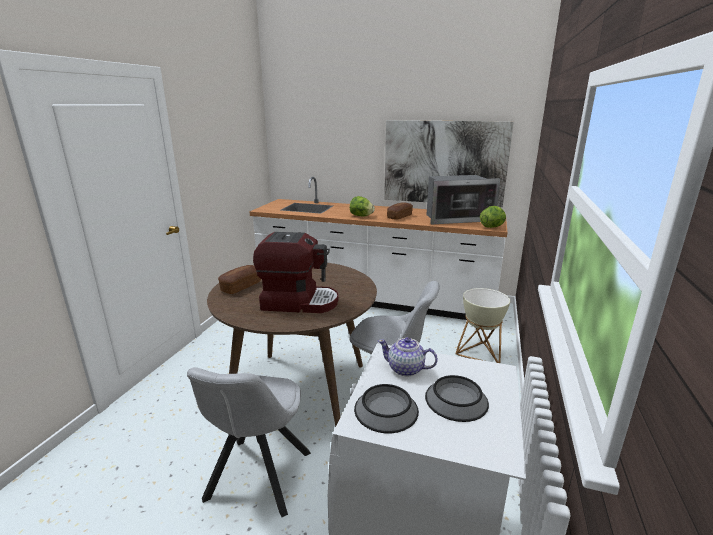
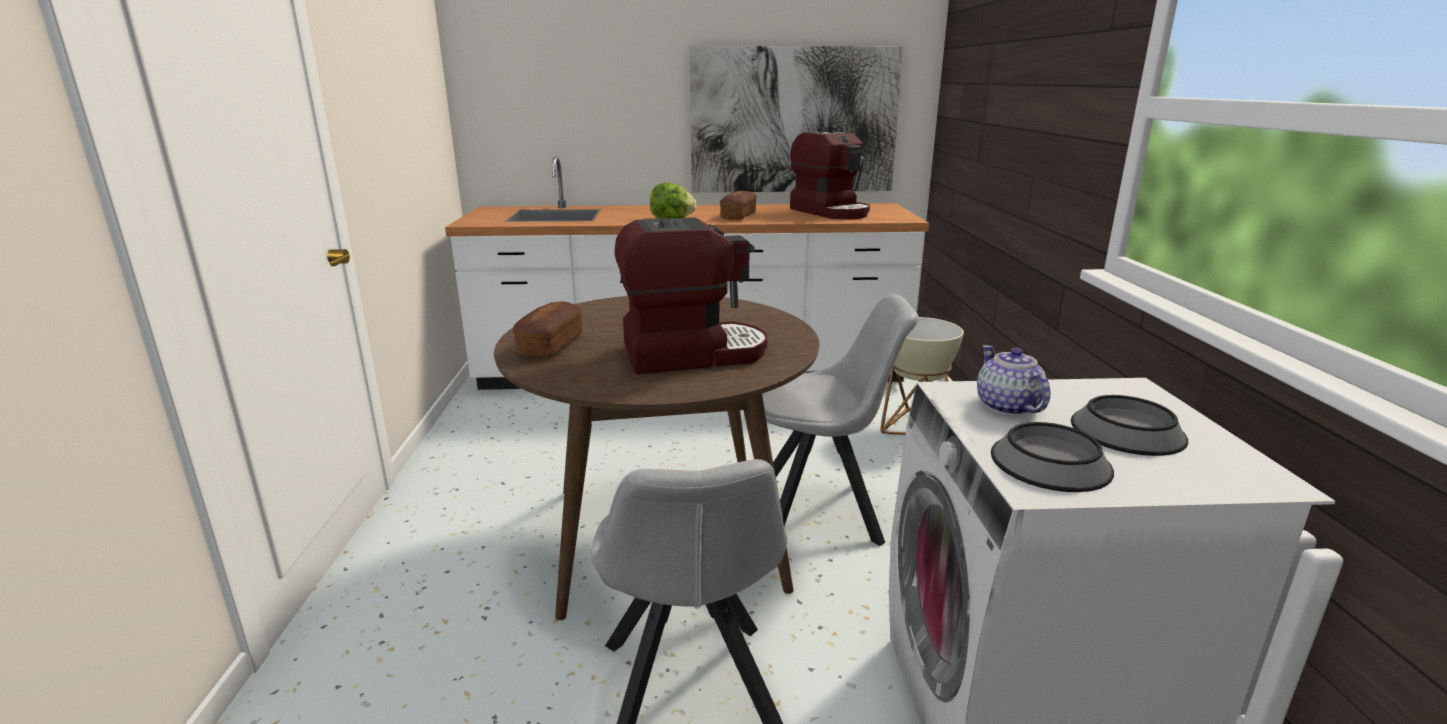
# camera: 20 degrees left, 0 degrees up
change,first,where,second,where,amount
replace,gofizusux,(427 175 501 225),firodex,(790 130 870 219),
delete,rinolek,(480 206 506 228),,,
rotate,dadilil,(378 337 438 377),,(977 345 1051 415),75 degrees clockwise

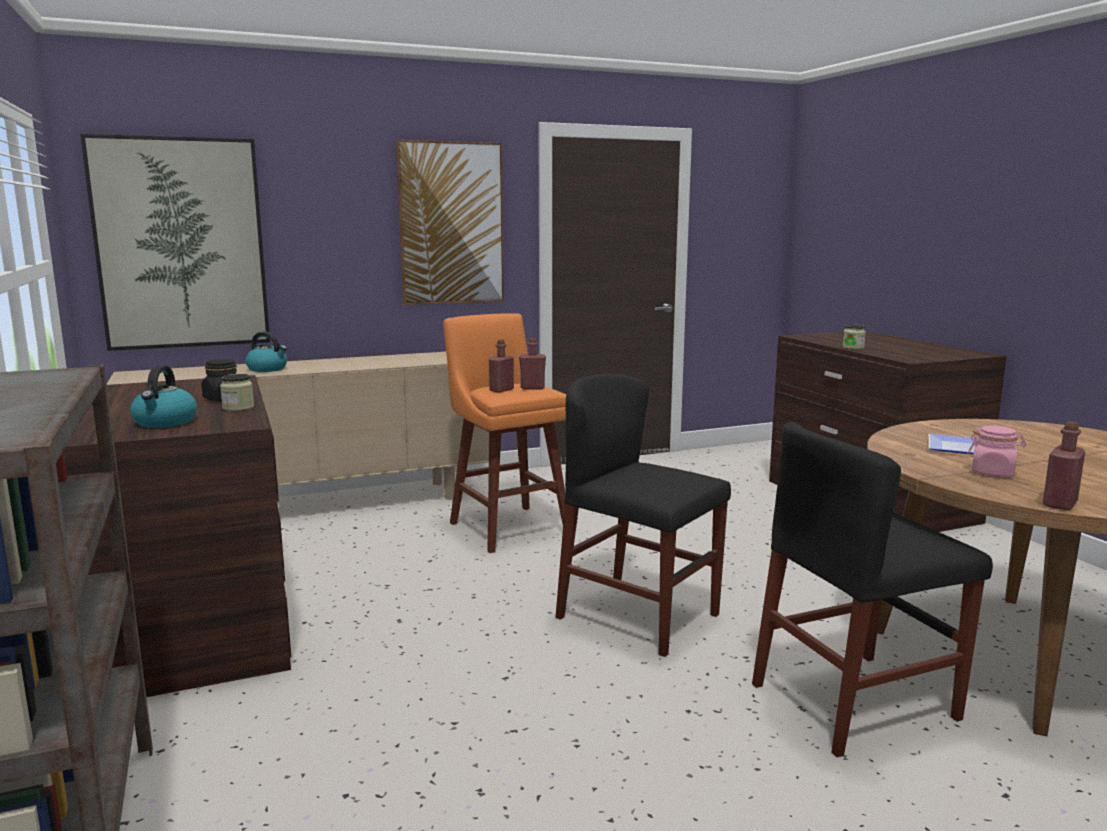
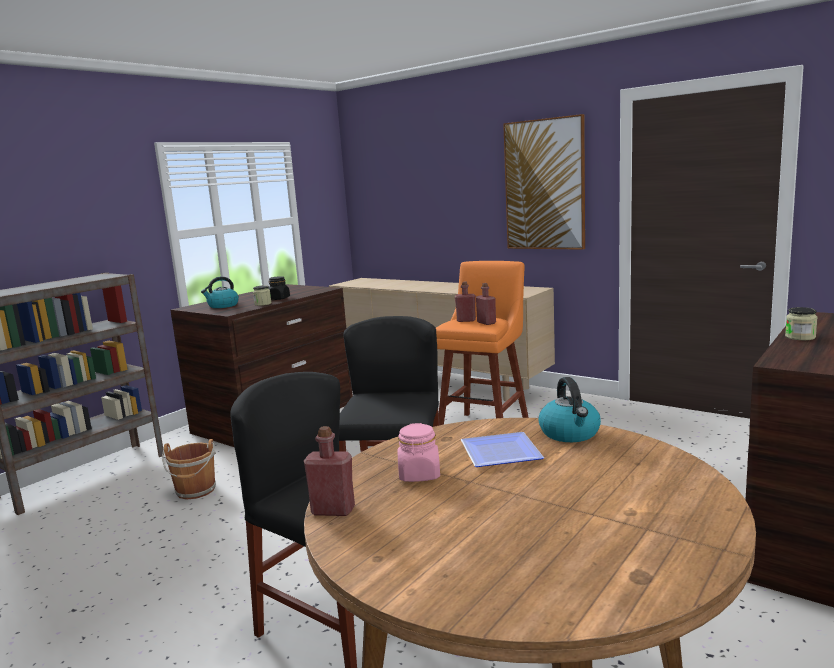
# camera: 60 degrees right, 0 degrees up
change,first,where,second,where,amount
delete,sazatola,(80 134 270 351),,,
move,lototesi,(245 331 287 372),,(538 377 601 442),
insert,,,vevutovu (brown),(162 439 216 500),

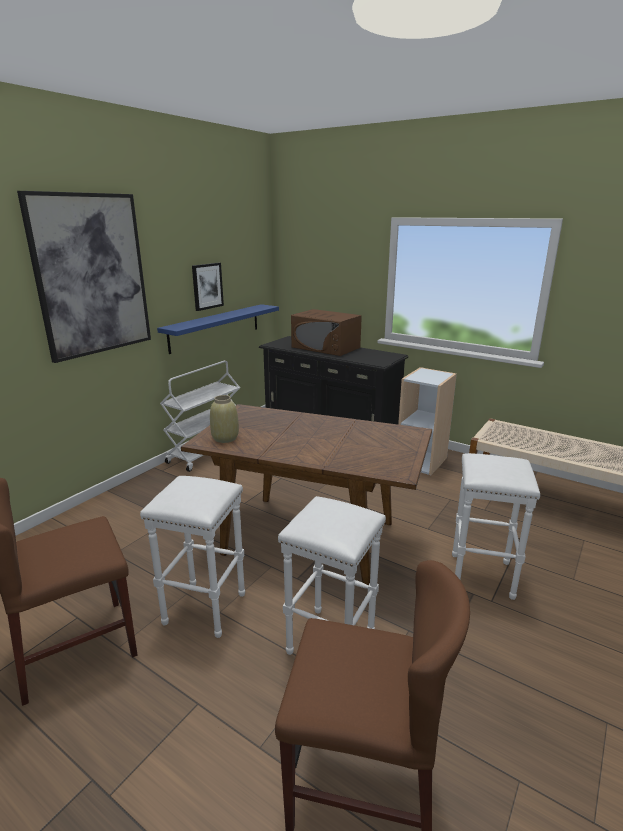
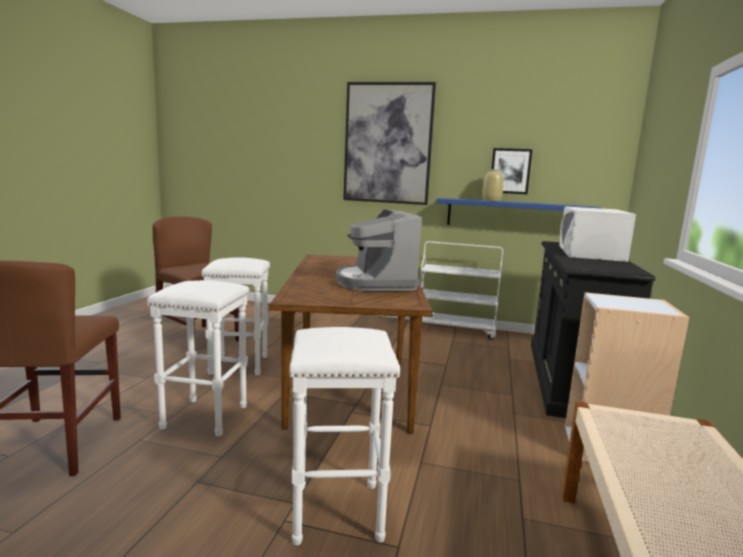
# camera: 70 degrees right, 10 degrees down
change,first,where,second,where,amount
recolor,gofizusux (brown),(291 309 362 356),gofizusux (white),(559 206 636 262),
move,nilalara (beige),(210 395 239 443),,(482 169 503 201),
insert,,,firodex,(336 209 421 291),

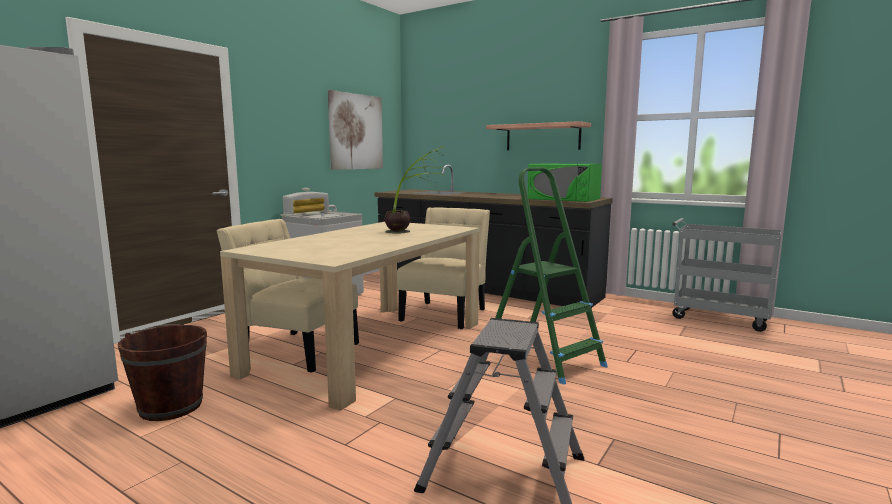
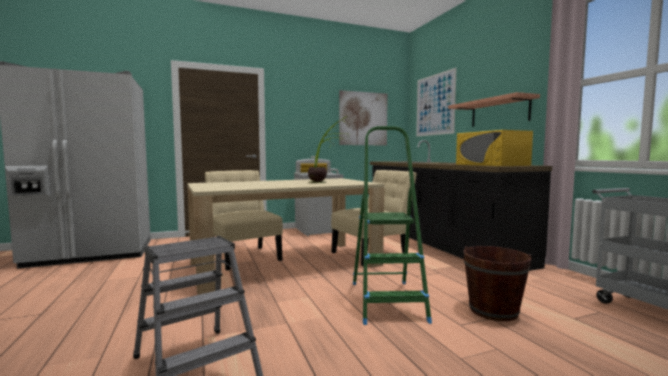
# camera: 35 degrees right, 5 degrees down
change,first,where,second,where,amount
recolor,gofizusux (green),(527 164 602 202),gofizusux (yellow),(456 130 533 166),
move,vevutovu (brown),(118 325 207 421),,(463 246 531 321),
insert,,,sazatola,(416 68 457 137),

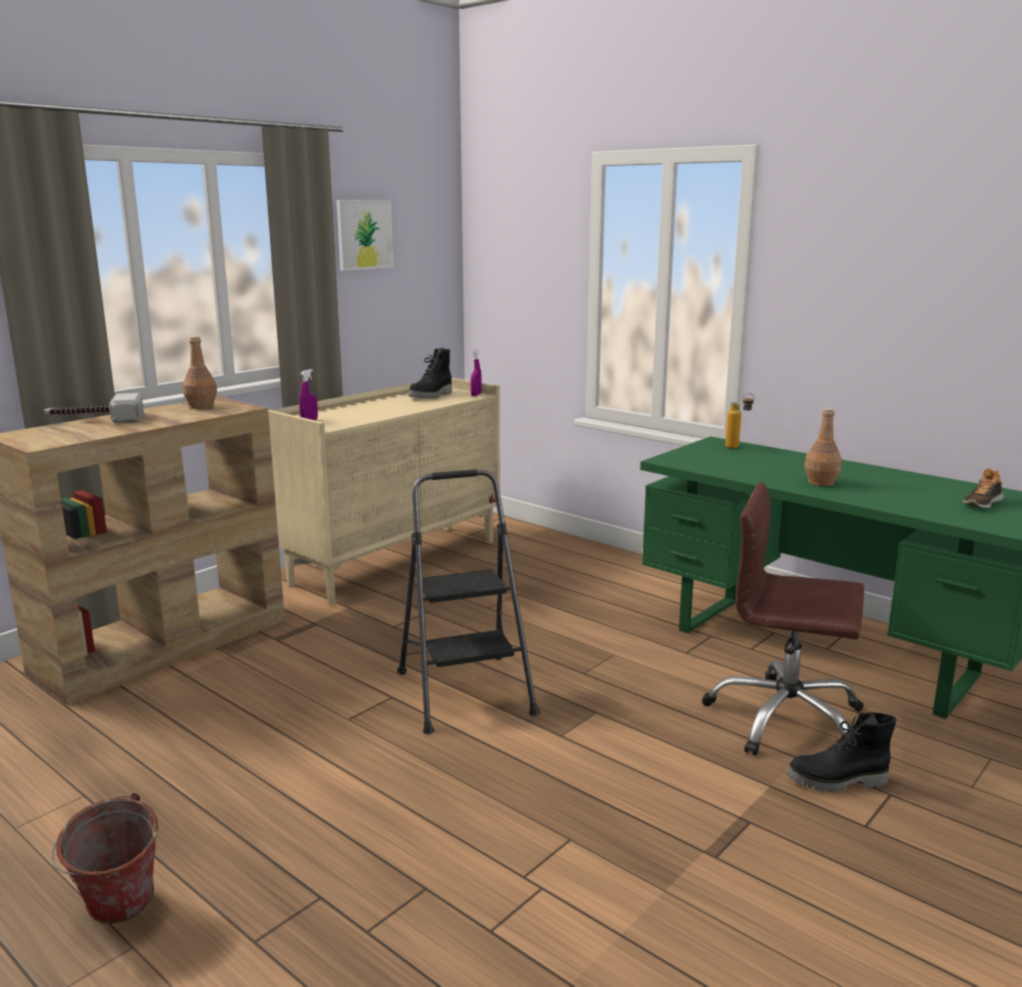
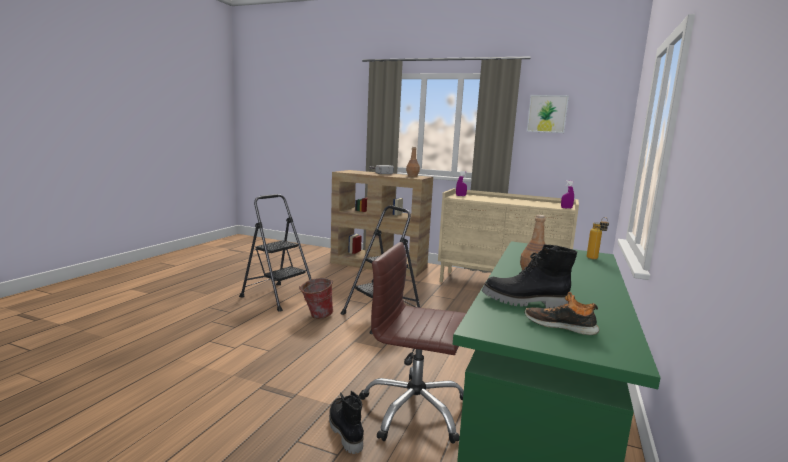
# camera: 70 degrees right, 5 degrees down
change,first,where,second,where,amount
move,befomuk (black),(408 348 452 399),,(482 244 577 308),
rotate,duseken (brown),(702 482 864 756),,(359 242 466 444),75 degrees counterclockwise
move,vevutovu,(52 793 159 924),,(299 278 333 319),
insert,,,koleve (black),(239 194 312 312),

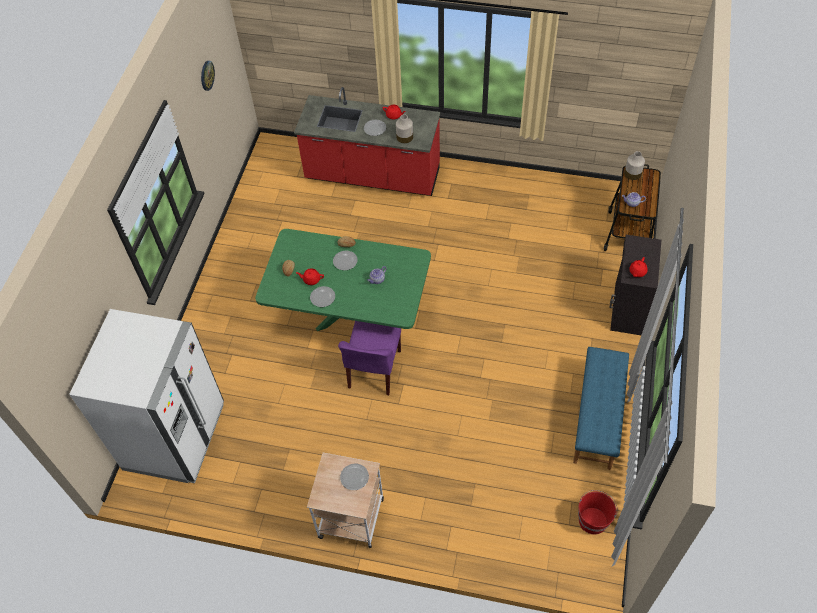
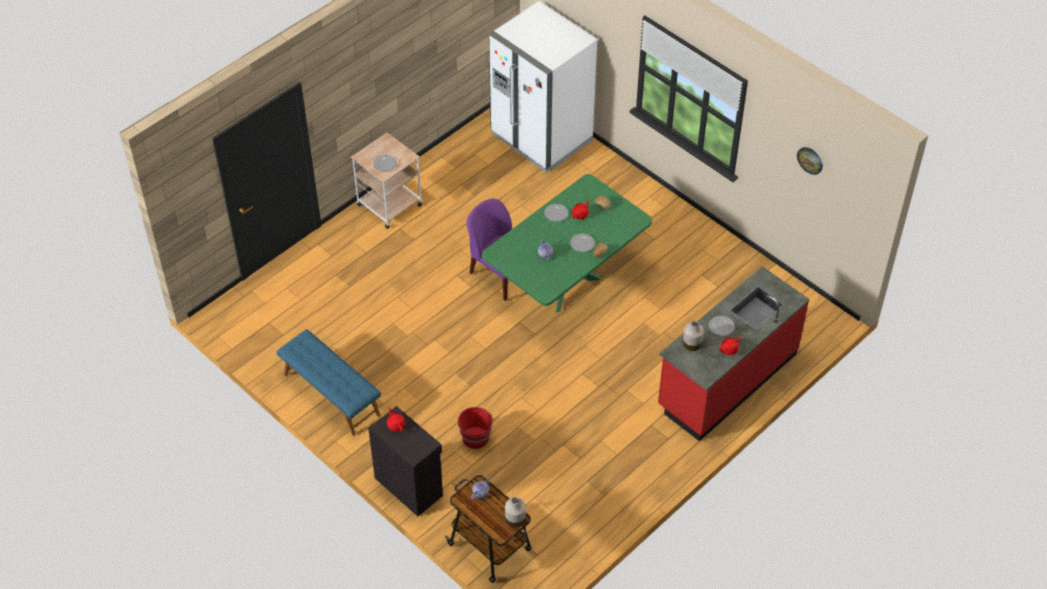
# camera: 120 degrees right, 5 degrees down
change,first,where,second,where,amount
move,vevutovu (red),(578 490 618 534),,(458 407 494 449),

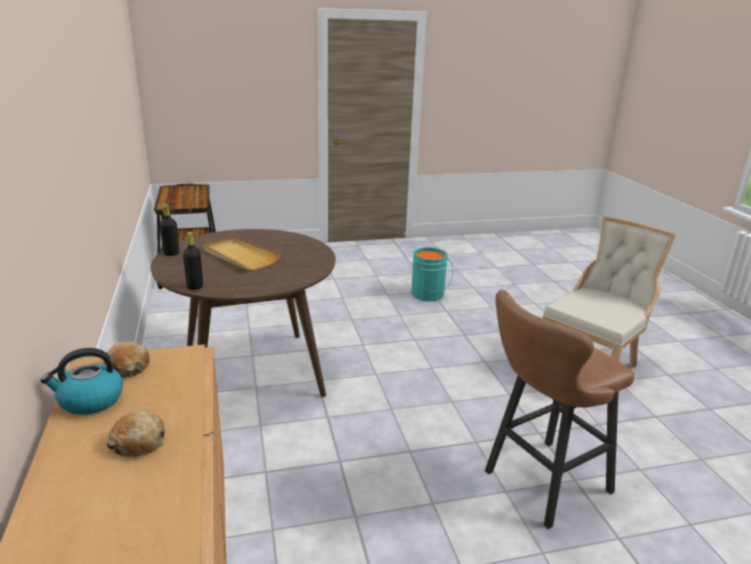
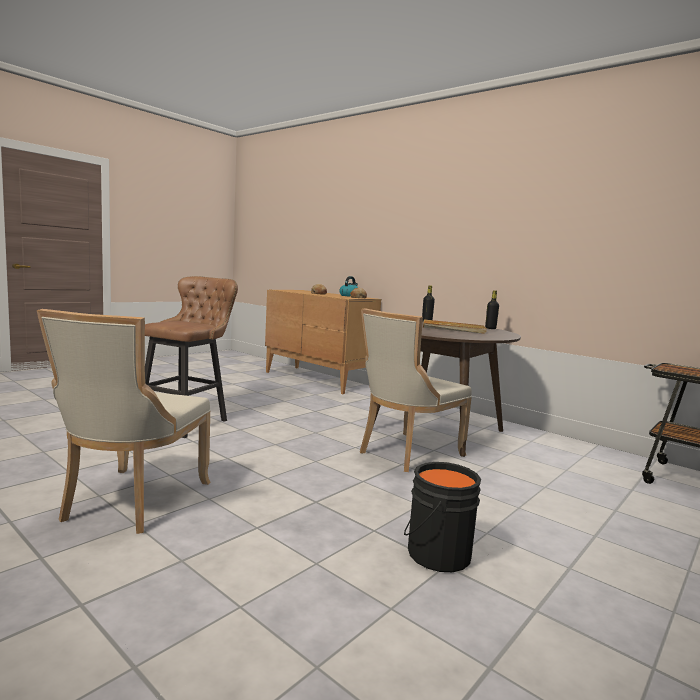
# camera: 145 degrees right, 15 degrees down
change,first,where,second,where,amount
recolor,vevutovu (turquoise),(411 247 453 301),vevutovu (black),(404 462 481 572),
insert,,,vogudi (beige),(360 308 472 472),

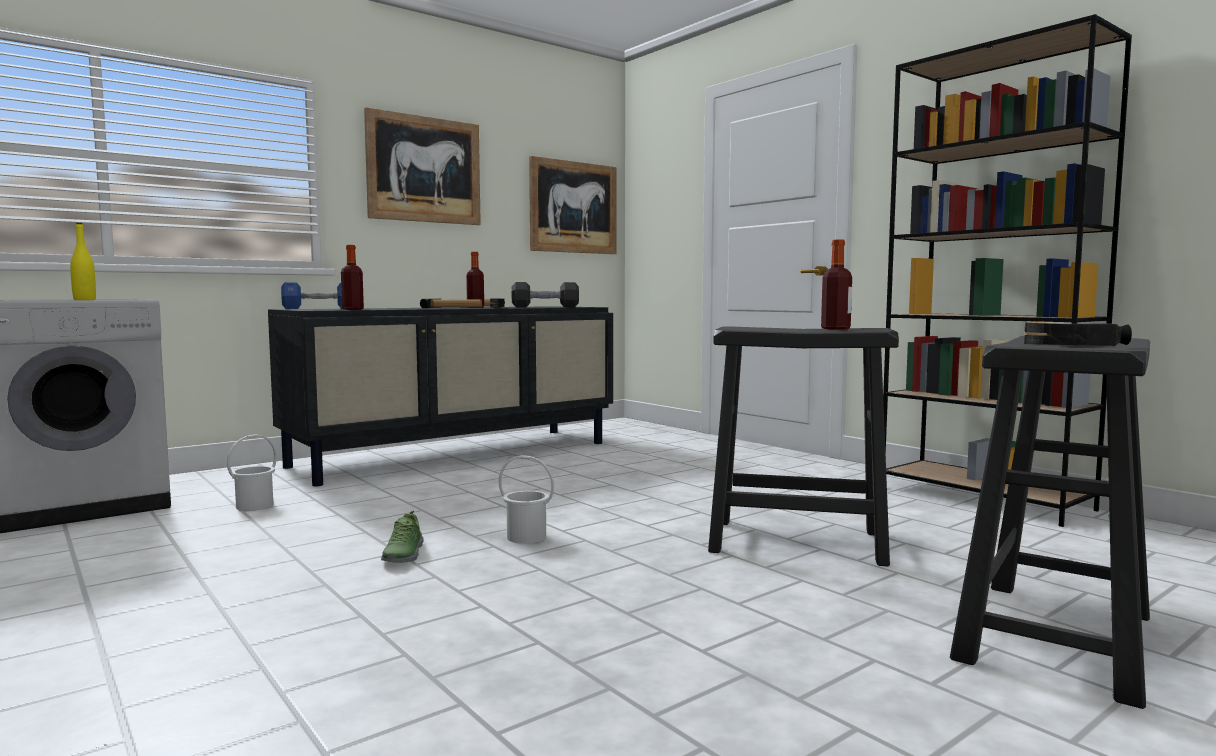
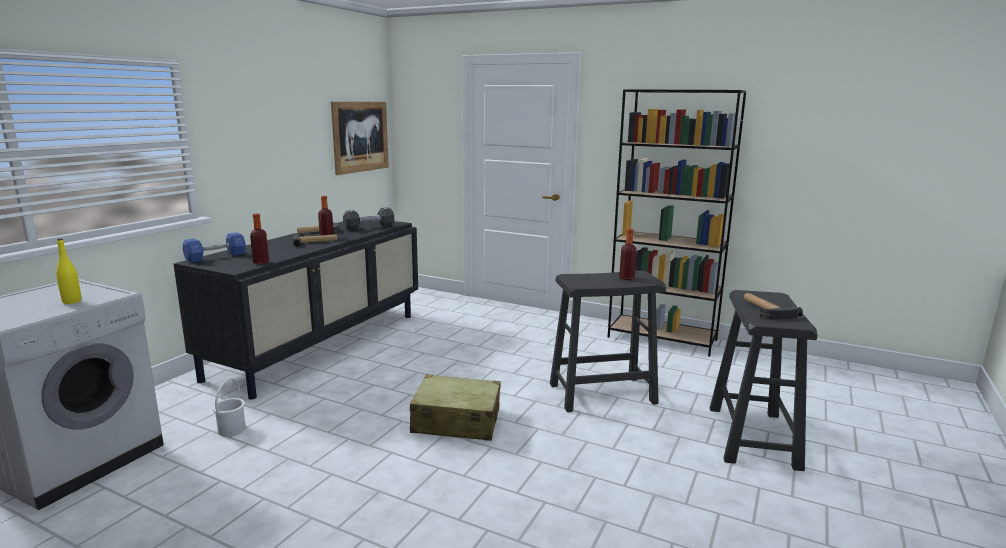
# camera: 25 degrees left, 10 degrees up
change,first,where,second,where,amount
delete,sazatola,(364 108 481 225),,,
replace,vevutovu (white),(499 455 554 544),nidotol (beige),(410 374 501 441),
delete,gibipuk,(381 511 423 563),,,

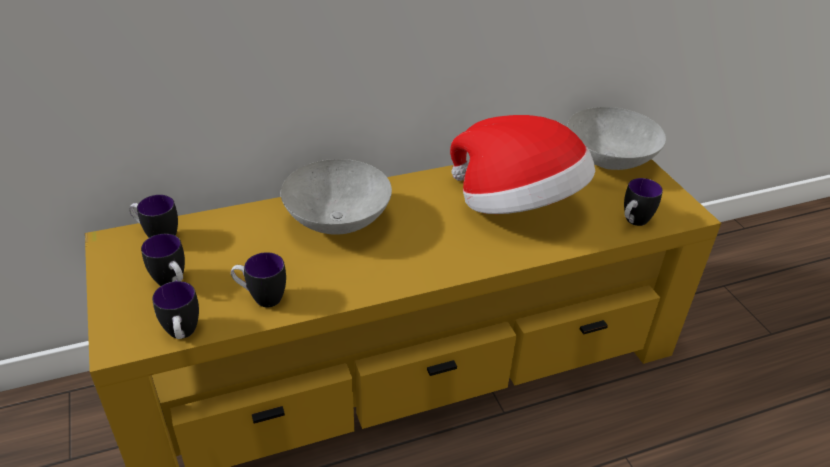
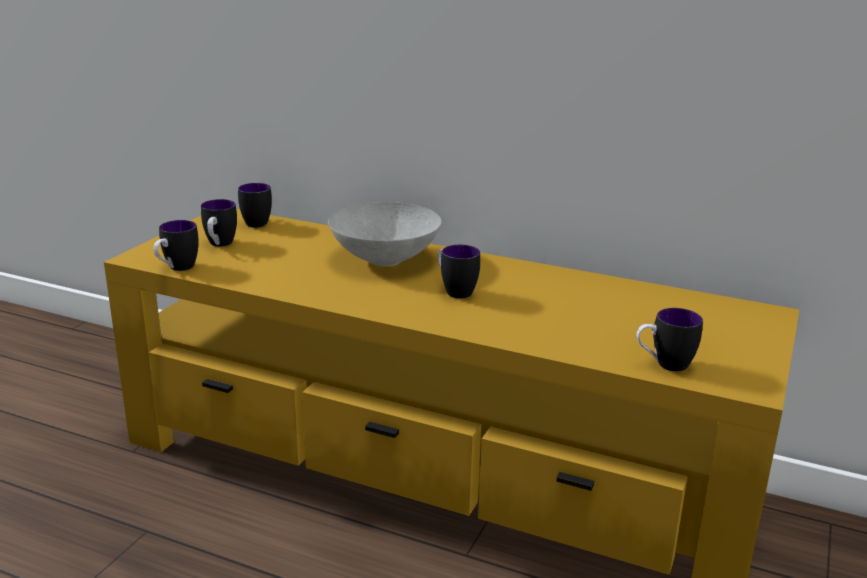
# camera: 45 degrees right, 15 degrees down
change,first,where,second,where,amount
delete,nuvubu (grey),(567 107 666 170),,,
delete,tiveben,(450 115 595 214),,,
move,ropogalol,(231 252 286 307),,(437 245 480 299),

